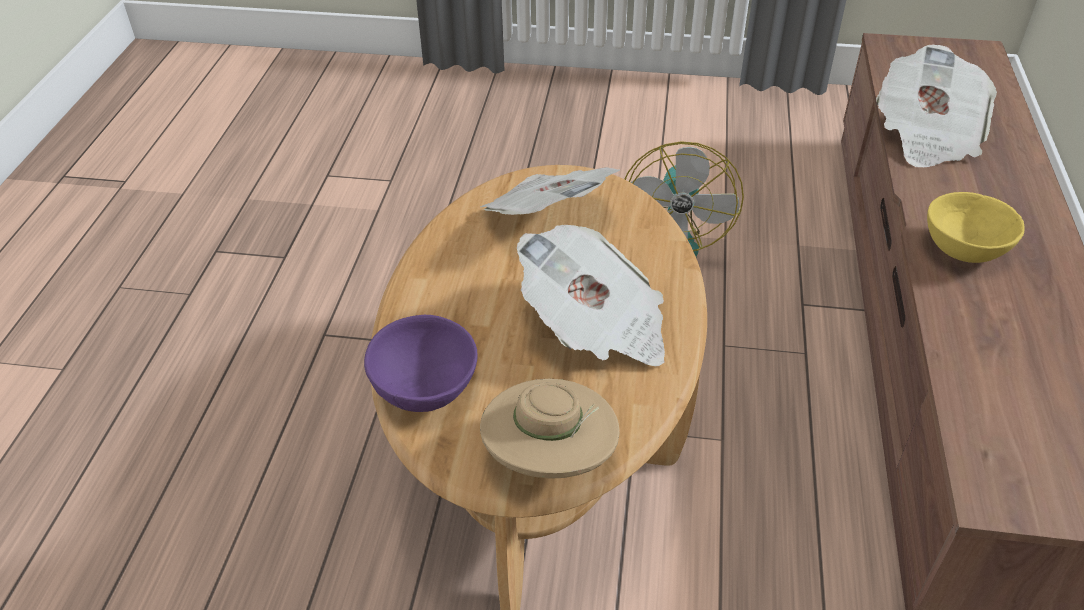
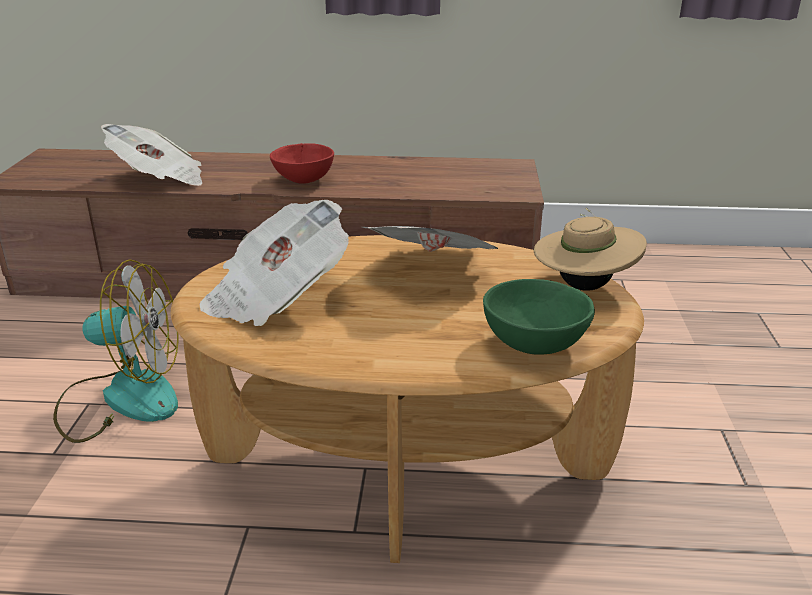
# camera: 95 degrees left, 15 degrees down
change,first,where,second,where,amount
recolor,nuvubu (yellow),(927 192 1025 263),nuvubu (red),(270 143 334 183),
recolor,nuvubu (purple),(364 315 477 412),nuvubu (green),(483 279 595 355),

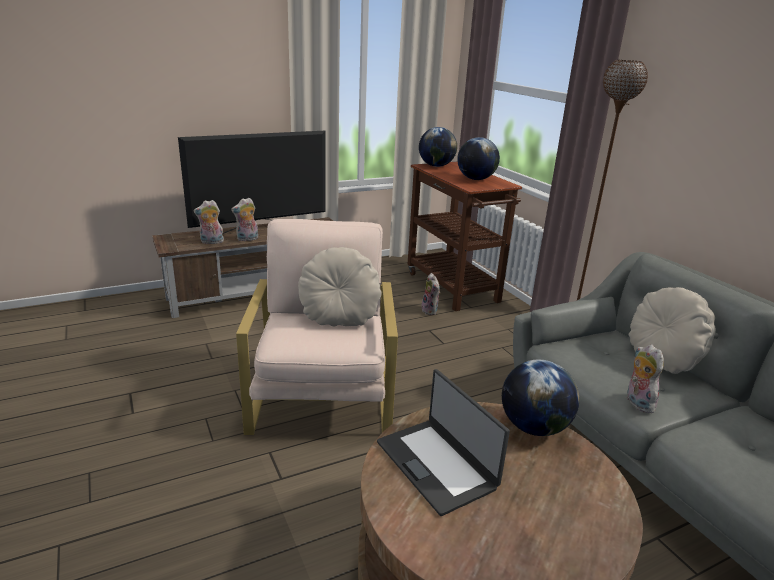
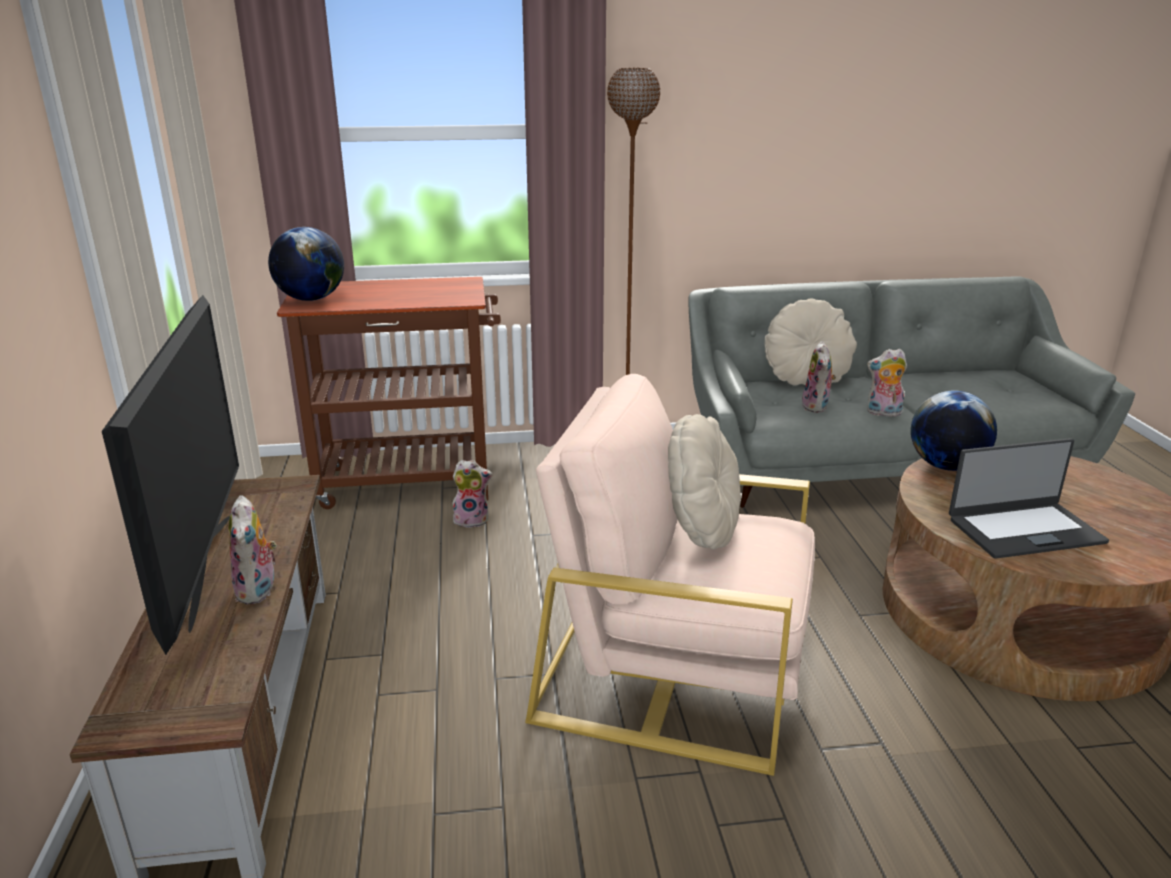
# camera: 70 degrees left, 0 degrees up
change,first,where,second,where,amount
delete,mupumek,(457 137 500 180),,,
move,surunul,(193 200 224 244),,(801 341 836 413),

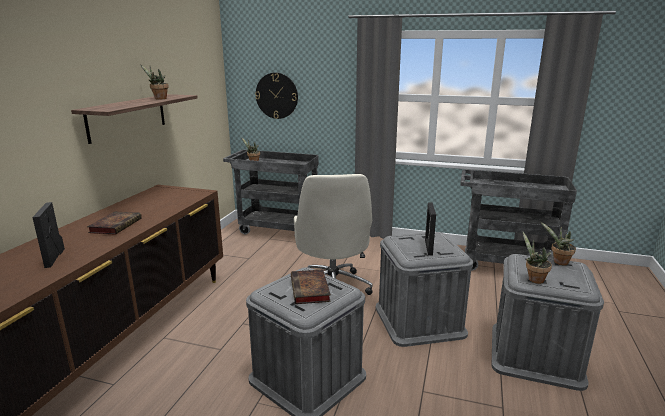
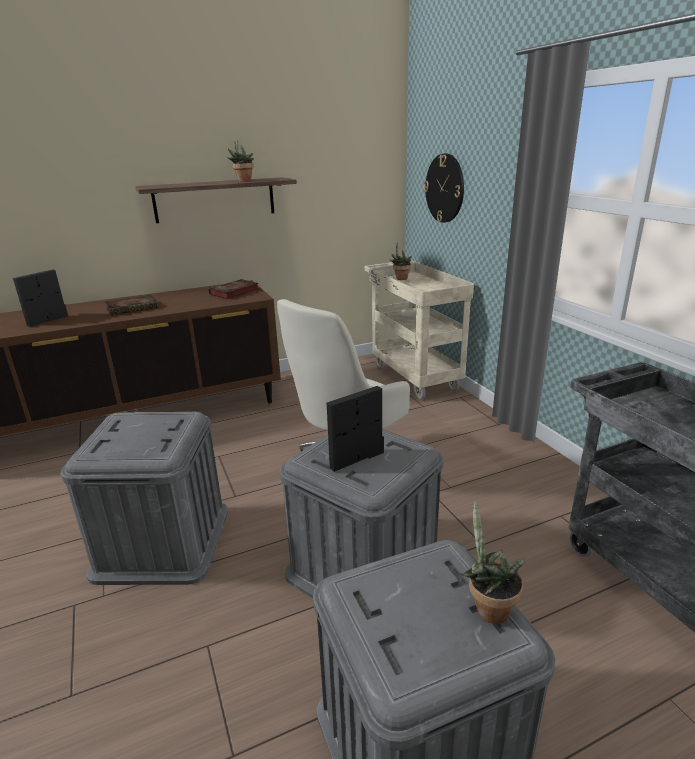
# camera: 50 degrees right, 5 degrees up
change,first,where,second,where,amount
recolor,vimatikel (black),(223 150 319 234),vimatikel (beige),(365 260 474 400),
delete,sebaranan,(523 232 552 284),,,
move,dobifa,(291 269 331 304),,(209 279 259 299),

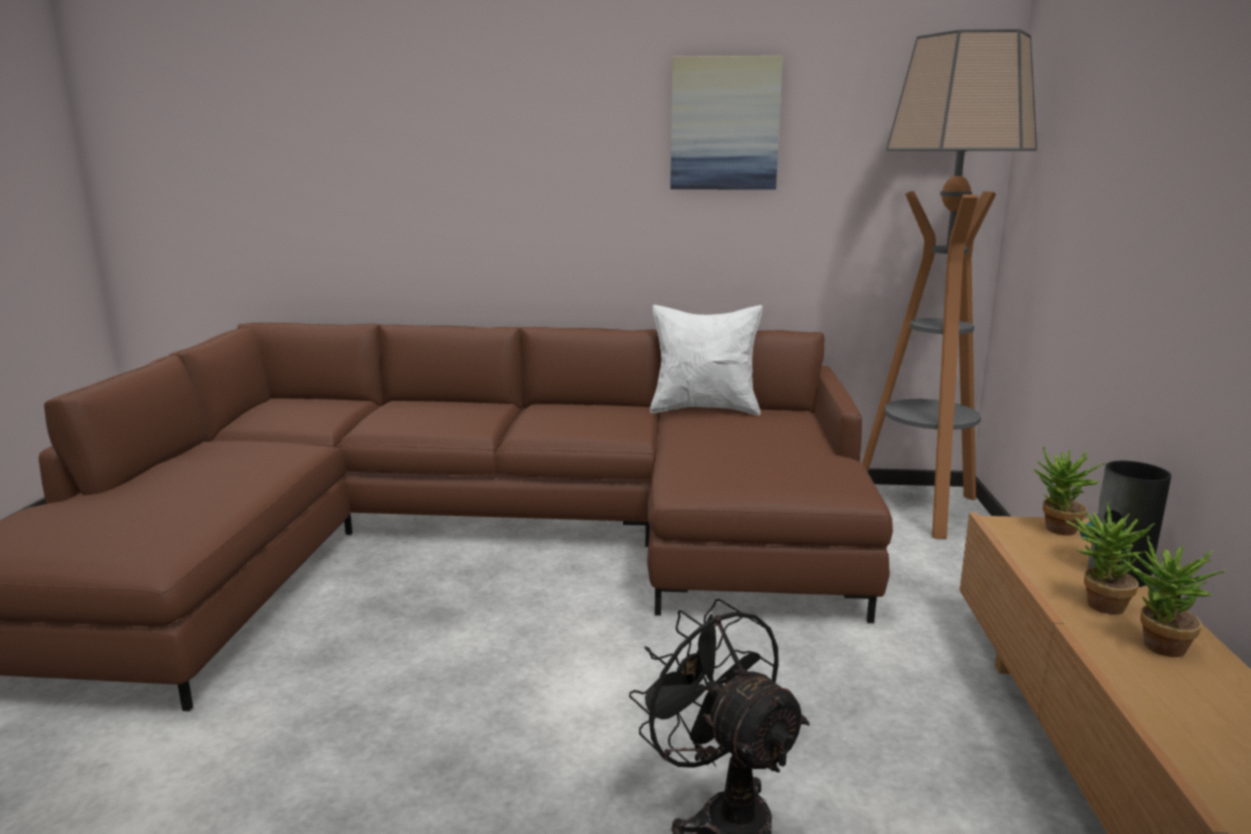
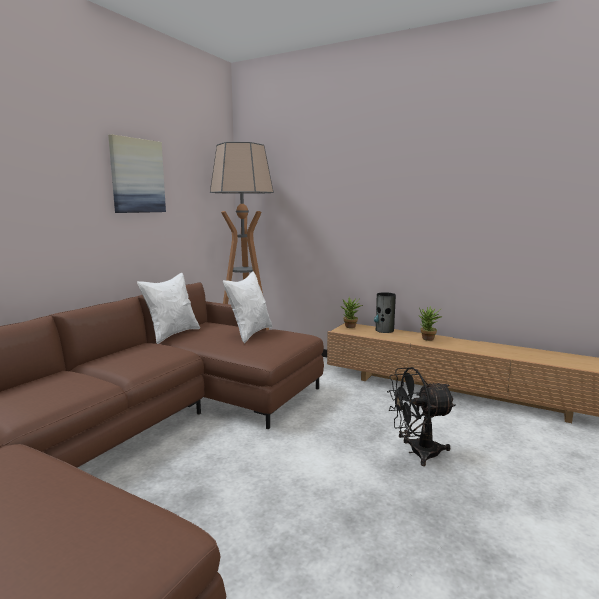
# camera: 65 degrees left, 5 degrees down
change,first,where,second,where,amount
delete,sebaranan,(1065 502 1156 615),,,
insert,,,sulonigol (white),(223 271 273 343),

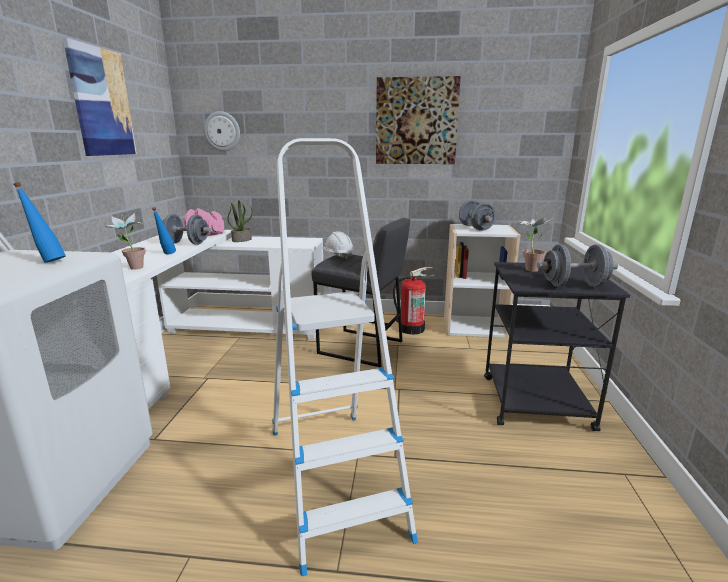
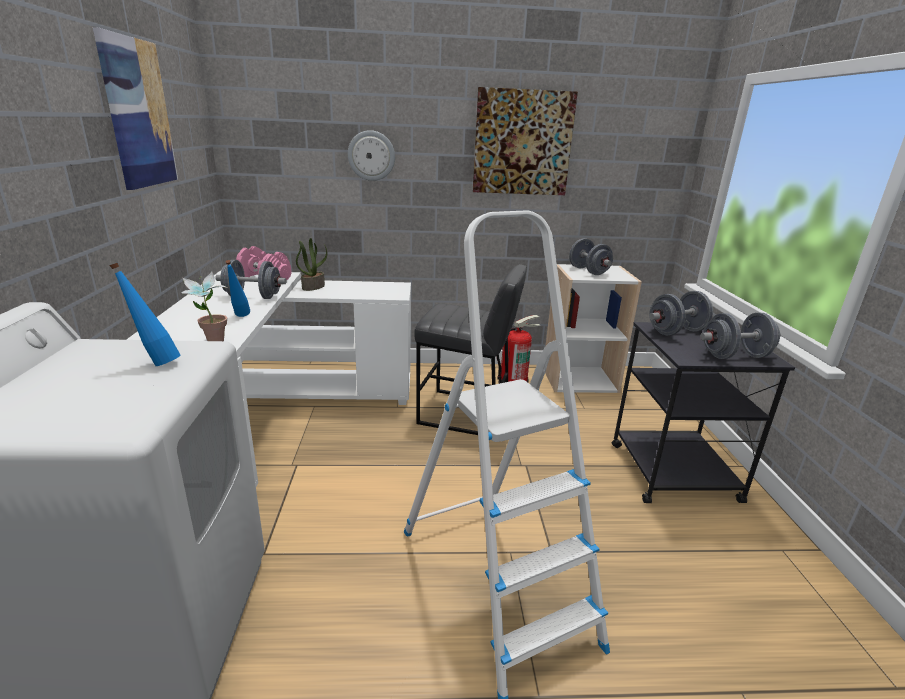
# camera: 10 degrees left, 5 degrees up
change,first,where,second,where,amount
move,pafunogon,(204 111 240 151),,(348 130 395 181),
replace,sebaranan,(519 214 554 272),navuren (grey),(649 291 713 335),
delete,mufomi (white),(322 231 354 260),,,

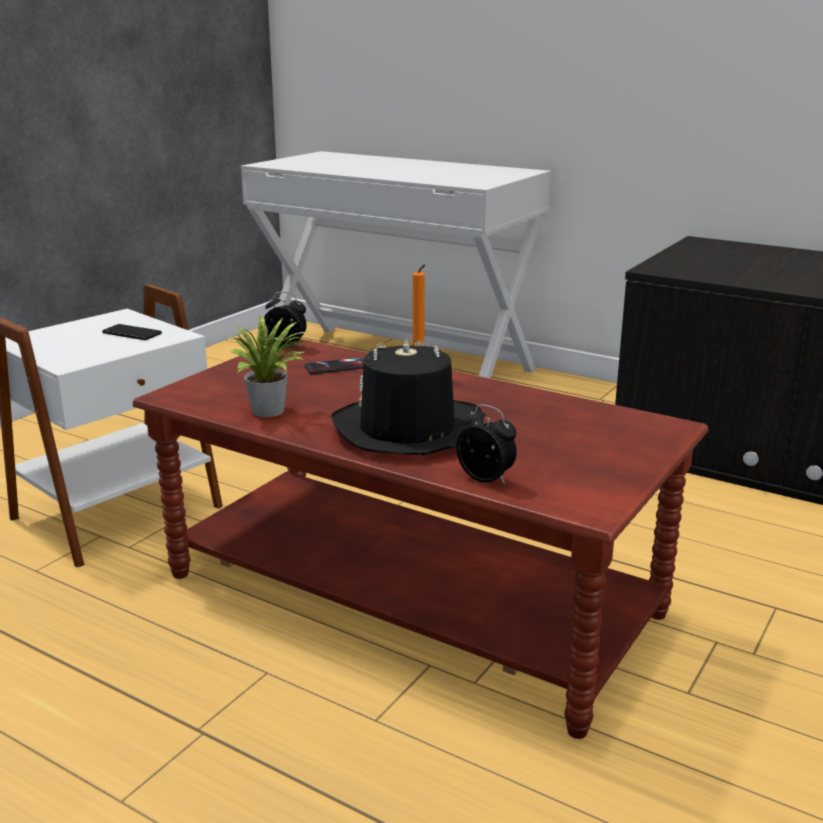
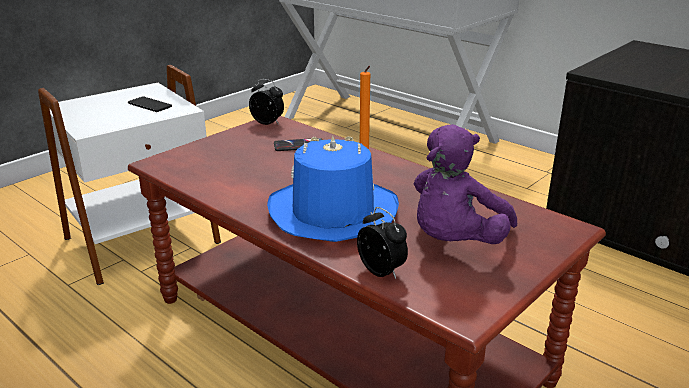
# camera: 10 degrees right, 5 degrees up
change,first,where,second,where,amount
delete,sebaranan,(225 315 314 417),,,
recolor,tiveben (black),(331 338 484 455),tiveben (blue),(267 136 399 242),
insert,,,surunul (purple),(414 124 517 244),

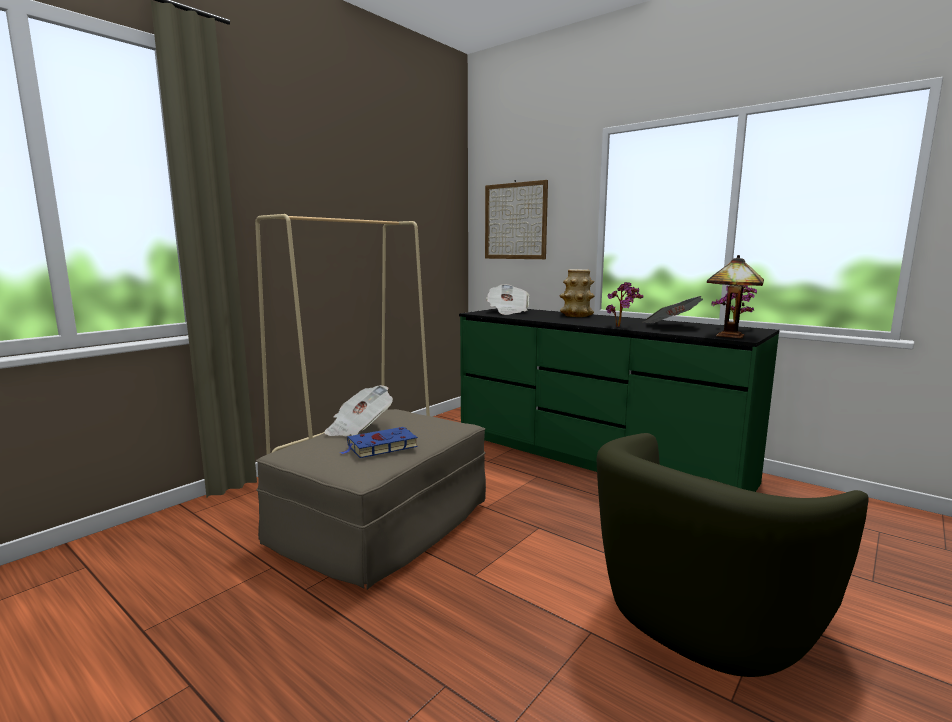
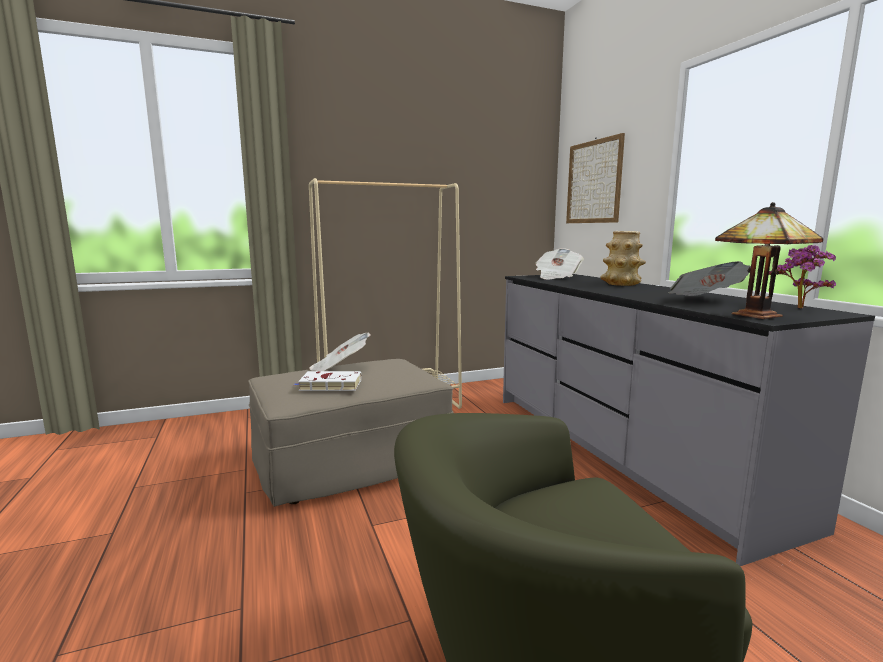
# camera: 30 degrees right, 0 degrees up
change,first,where,second,where,amount
delete,sebaranan,(606 282 643 327),,,
recolor,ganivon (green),(459 308 780 492),ganivon (grey),(503 274 875 566),
recolor,dobifa (blue),(339 427 418 458),dobifa (white),(294 371 361 391),

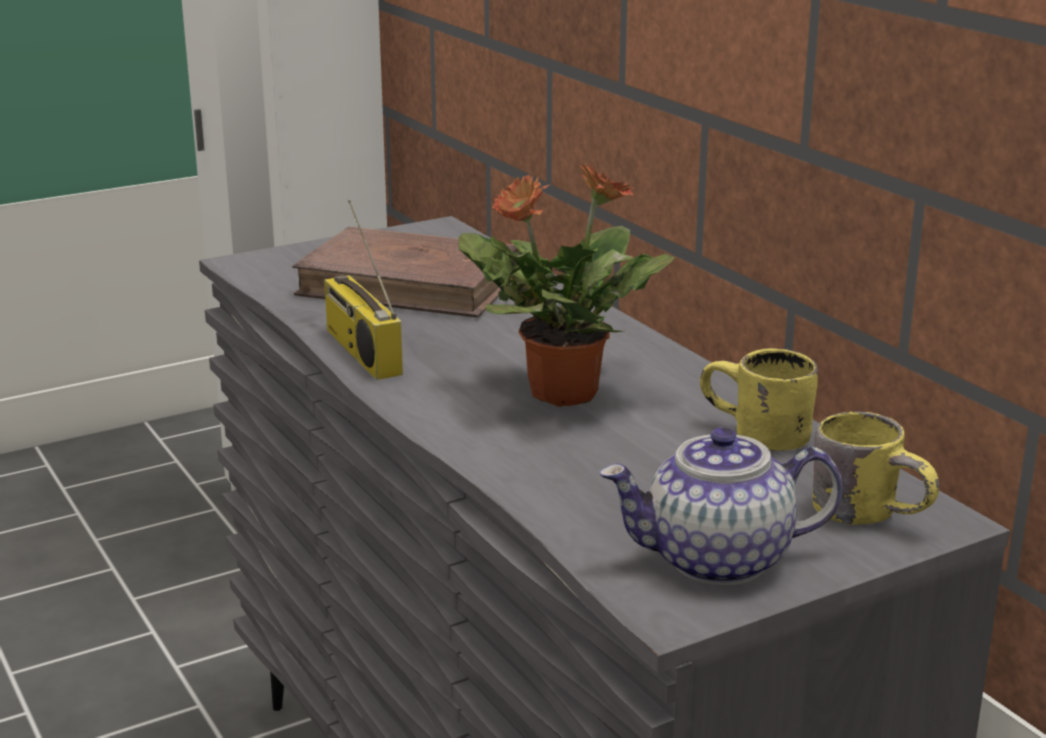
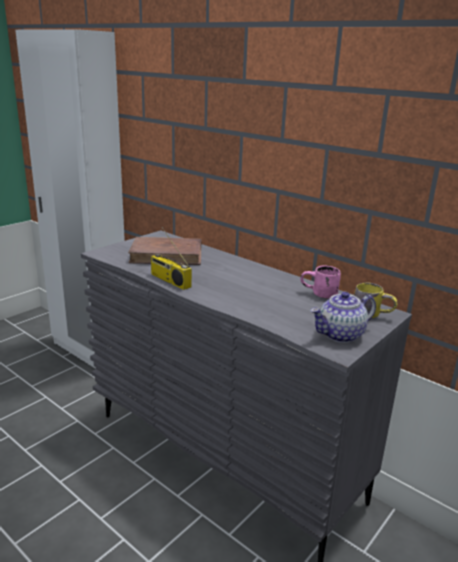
# camera: 20 degrees left, 0 degrees up
change,first,where,second,where,amount
delete,sebaranan,(459 163 675 407),,,
recolor,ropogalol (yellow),(700 348 818 451),ropogalol (pink),(300 265 341 299),

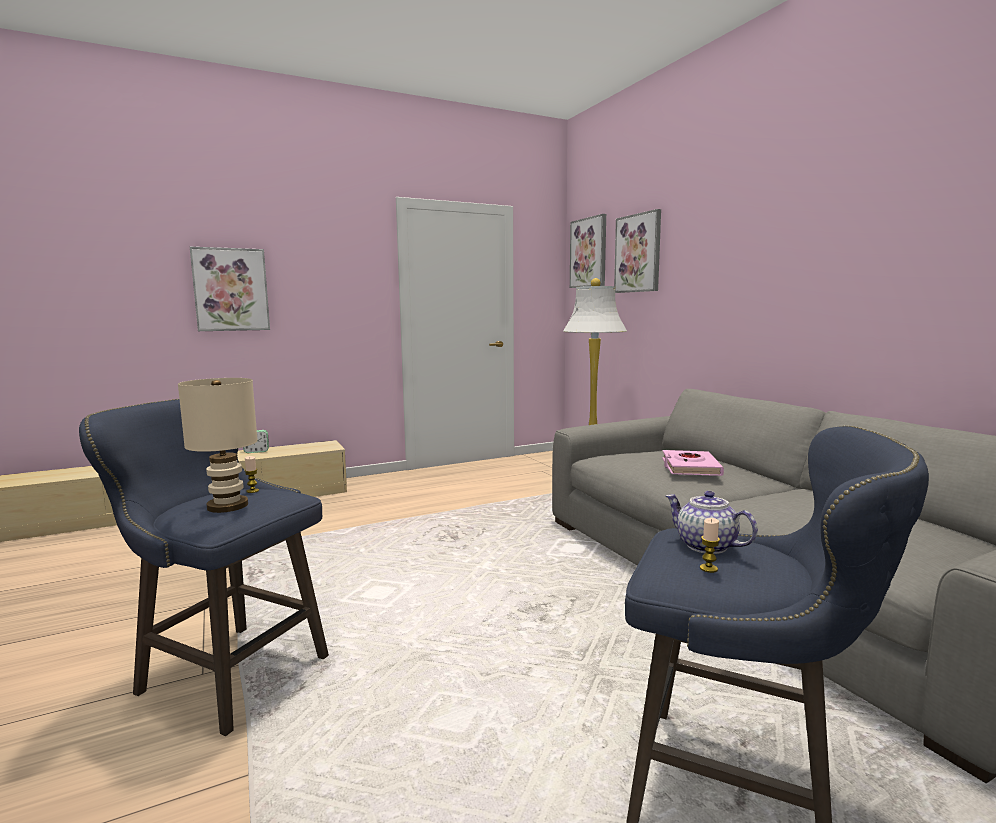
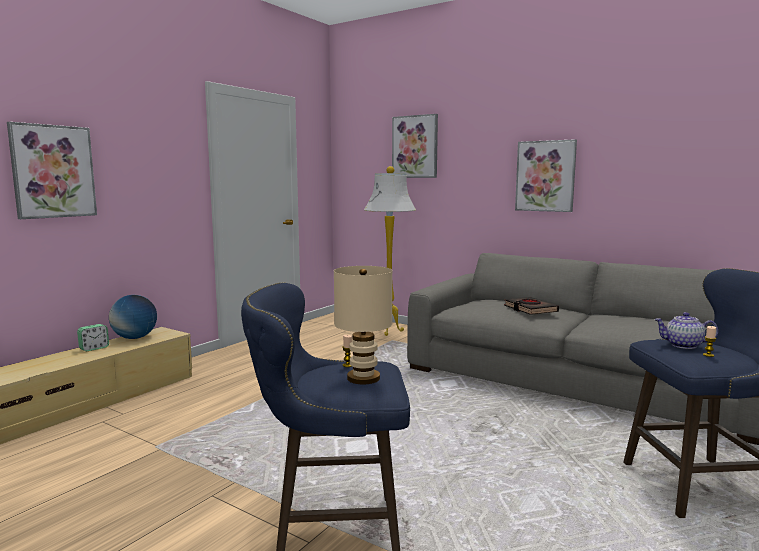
# camera: 30 degrees left, 0 degrees up
change,first,where,second,where,amount
move,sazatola,(570 214 606 288),,(515 139 577 212),
recolor,dobifa (pink),(662 450 724 476),dobifa (black),(504 297 559 315),
insert,,,mupumek,(109 295 157 339),

